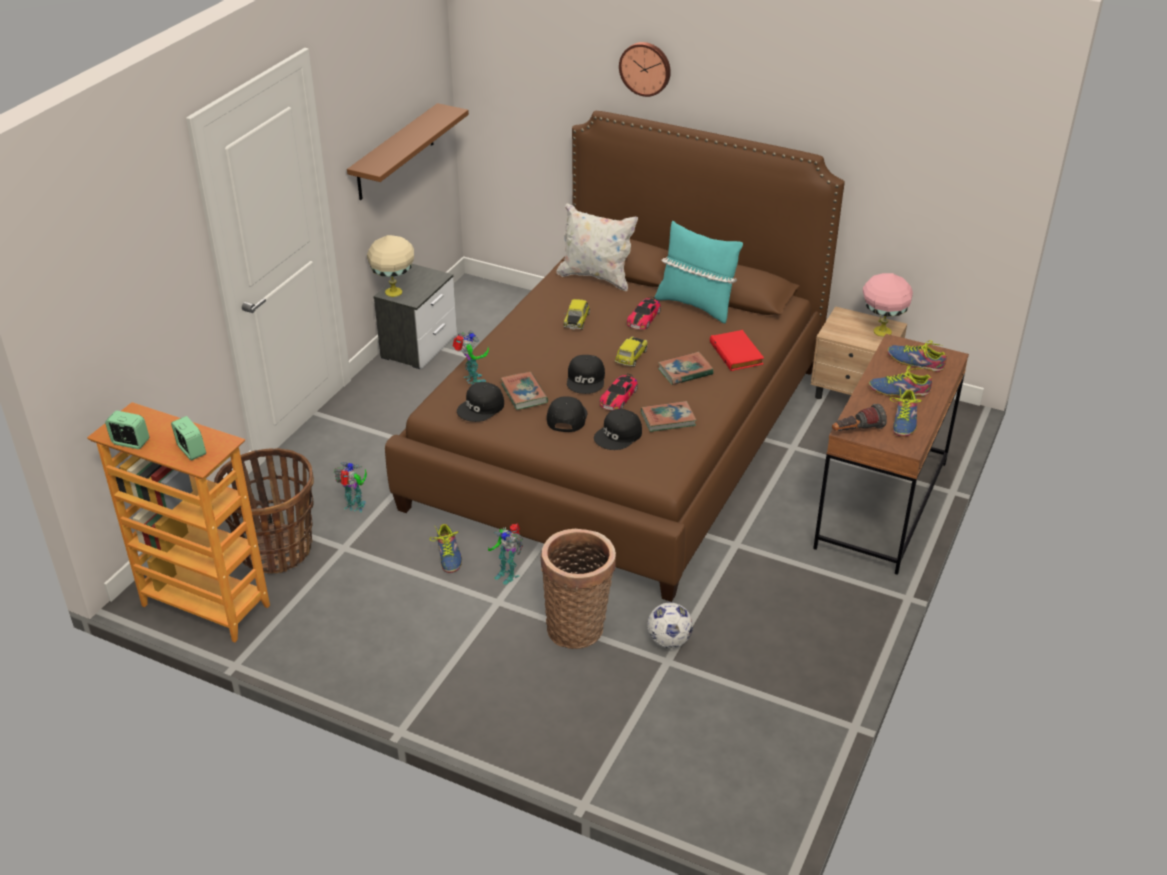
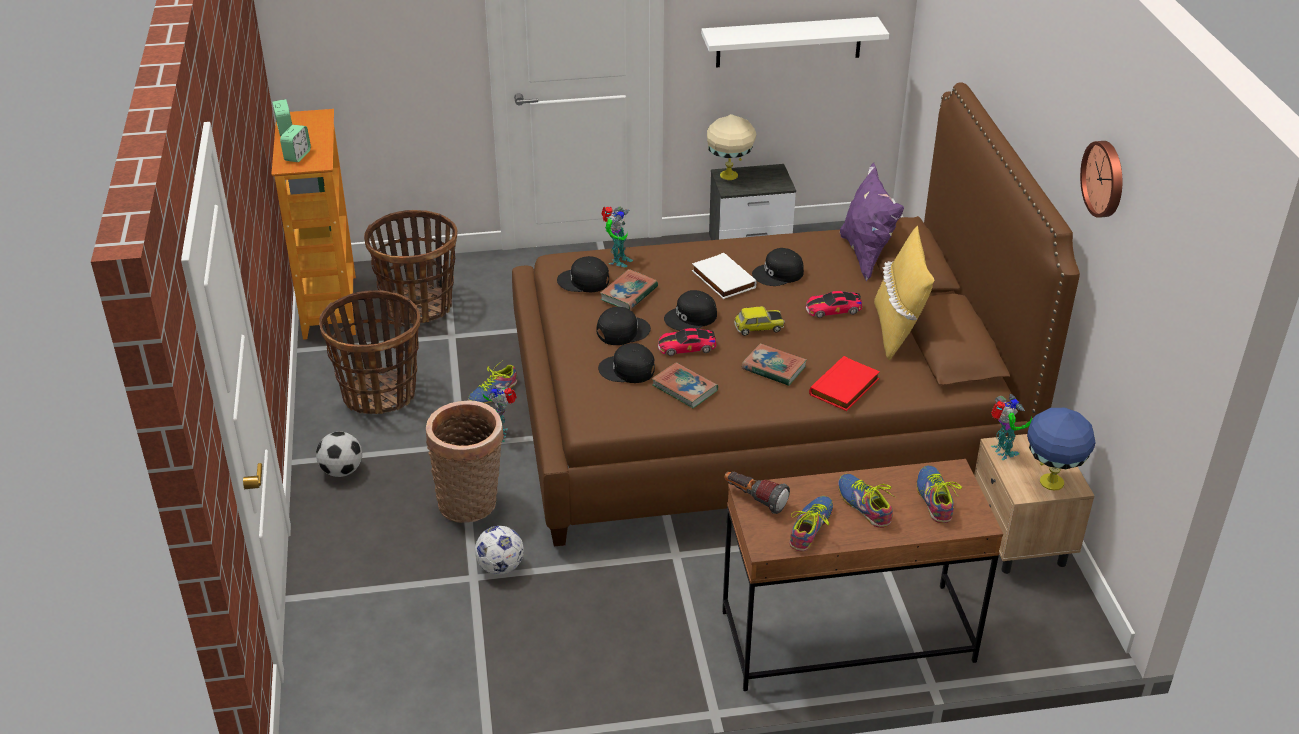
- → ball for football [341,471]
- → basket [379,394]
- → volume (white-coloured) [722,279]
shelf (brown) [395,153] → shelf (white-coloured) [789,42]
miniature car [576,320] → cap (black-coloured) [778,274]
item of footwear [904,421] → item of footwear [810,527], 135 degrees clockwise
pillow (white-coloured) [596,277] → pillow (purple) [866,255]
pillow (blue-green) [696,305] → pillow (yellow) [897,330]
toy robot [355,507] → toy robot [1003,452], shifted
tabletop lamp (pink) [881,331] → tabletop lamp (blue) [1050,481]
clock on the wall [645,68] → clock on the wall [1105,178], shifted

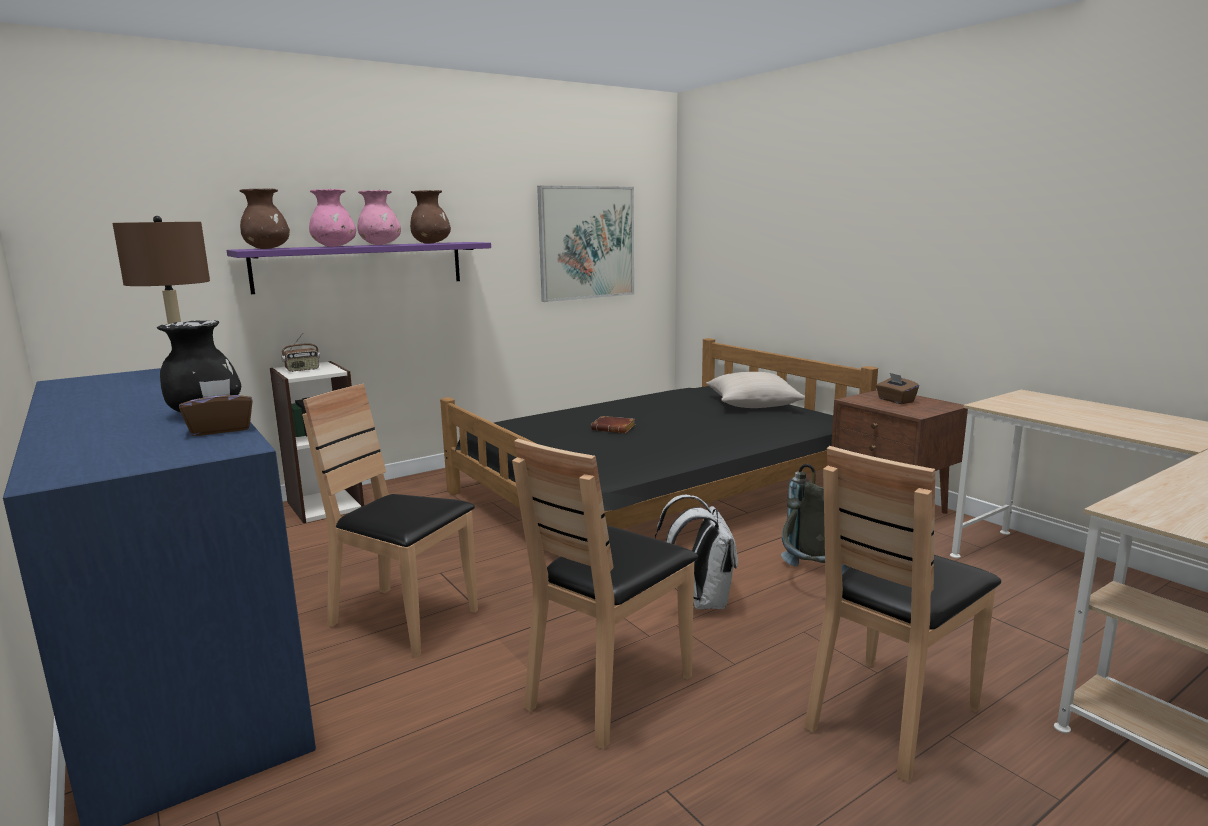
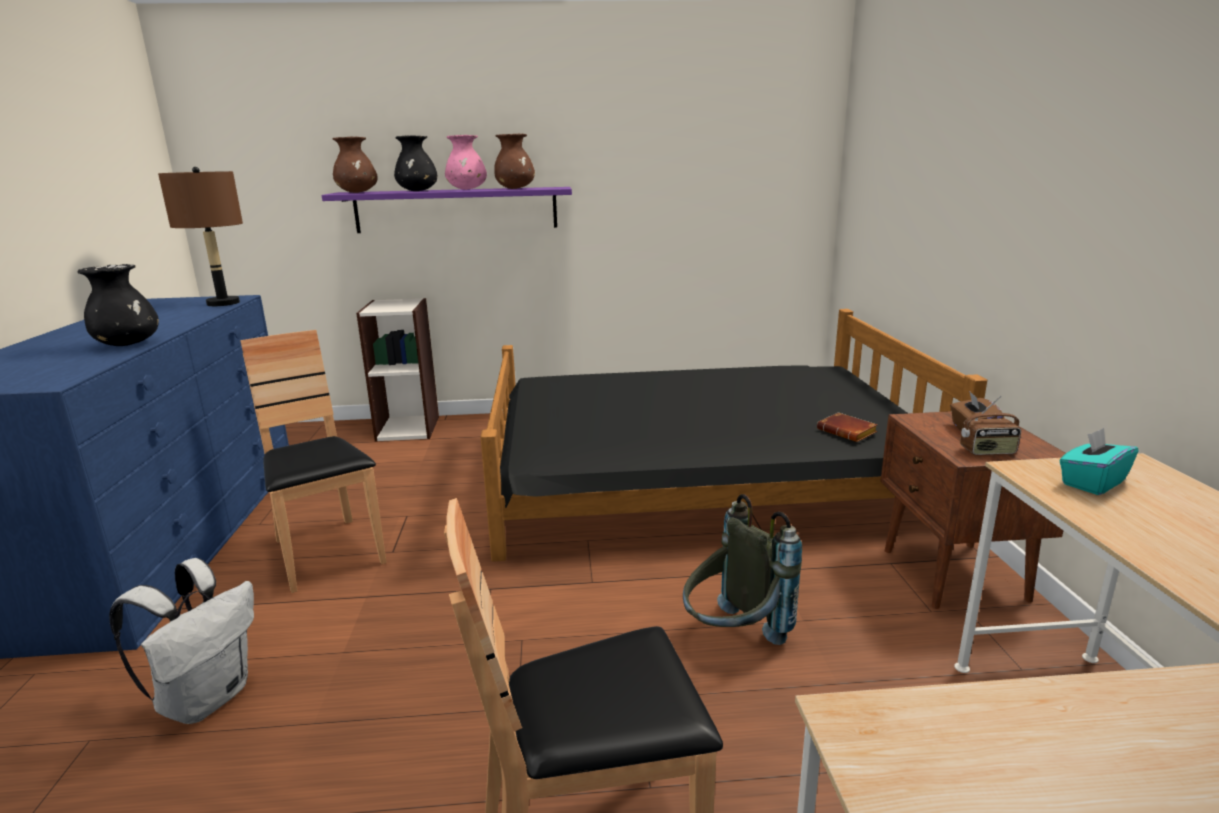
knapsack (white-coloured) [701,601] → knapsack (white-coloured) [206,698], shifted
flower vase (pink) [334,246] → flower vase (black-coloured) [417,191]
volume (brown) [614,428] → volume (brown) [848,432], shifted
radio receiver [302,370] → radio receiver [988,452], shifted
- → tissue holder (blue-green) [1092,482]
tissue holder (brown) [221,429] → -
chair (brown) [609,689] → -
picture [587,243] → -
pillow (beige) [752,404] → -

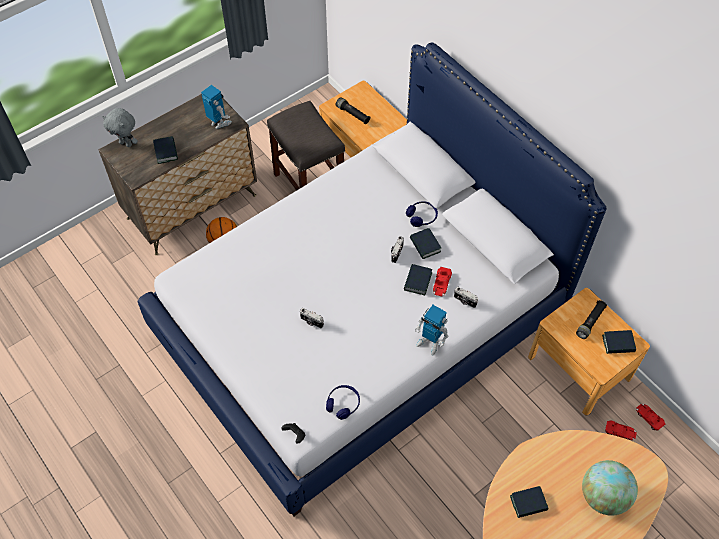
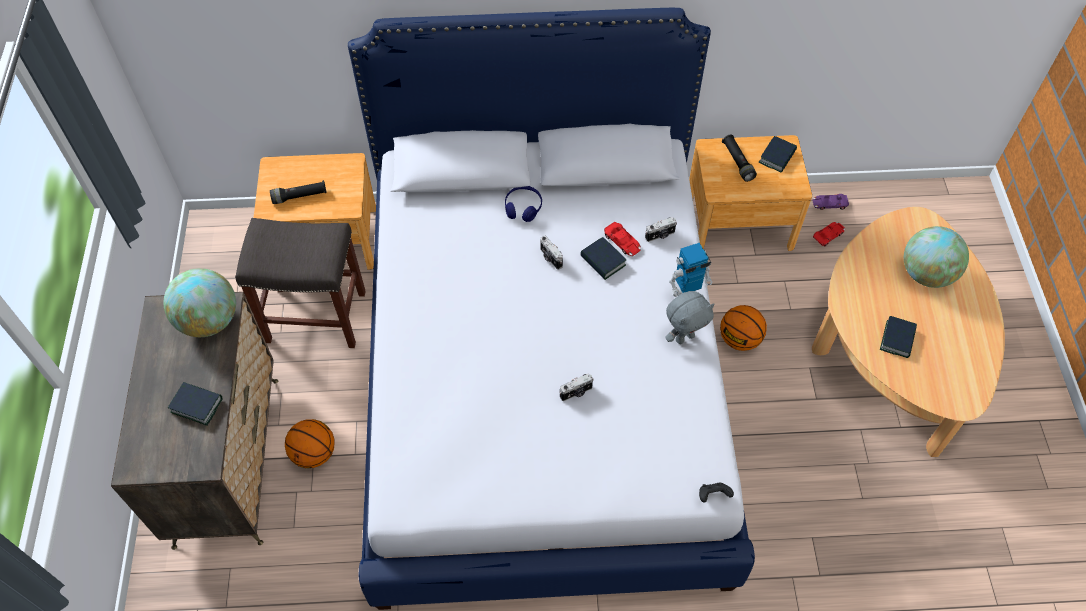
toy robot [219,123] → globe [209,321]
plush toy (gray) [126,143] → plush toy (gray) [684,337], shifted
- → ball for basketball [739,339]
miniature car (red) [649,417] → miniature car (purple) [829,204]
headset (blue) [343,404] → -
volume [425,245] → -

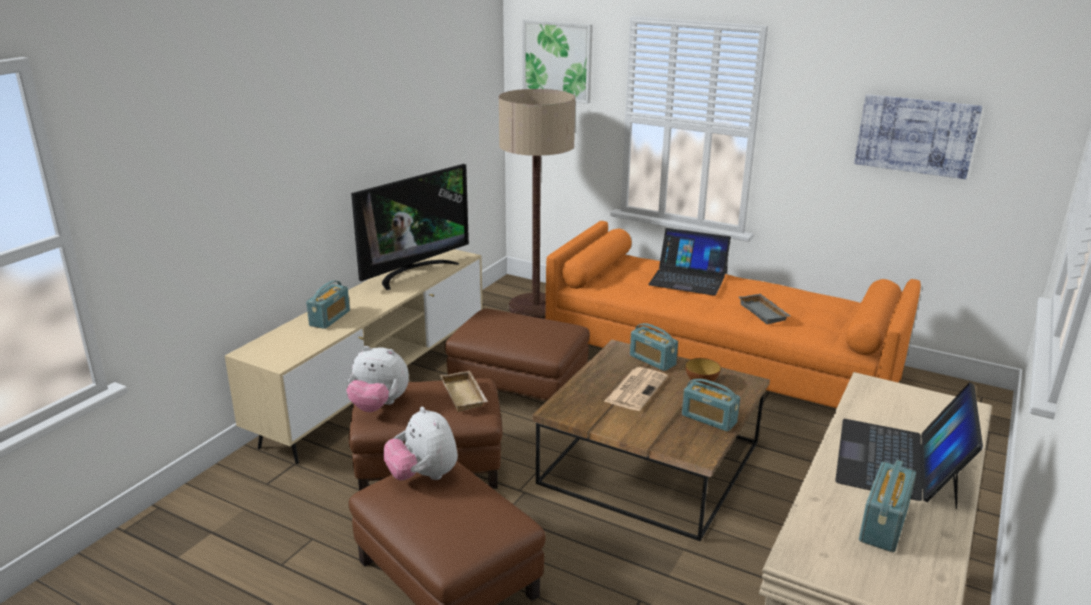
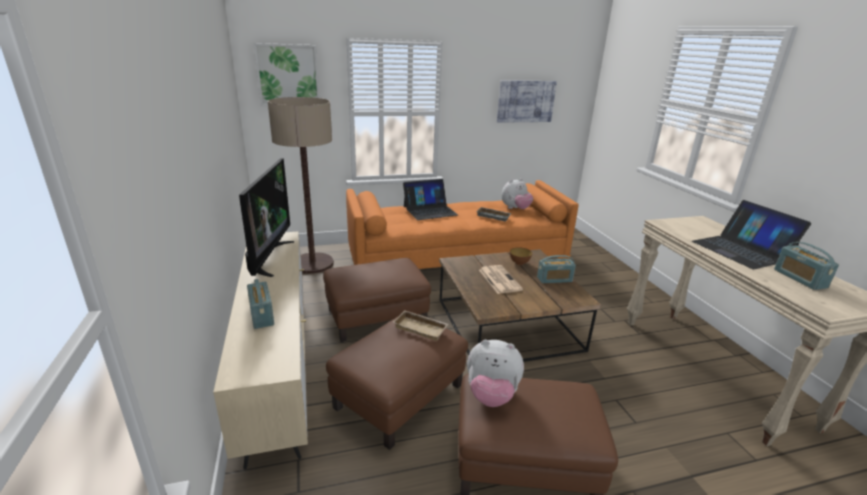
plush toy [378,406] → plush toy [515,209], shifted
radio receiver [652,360] → -

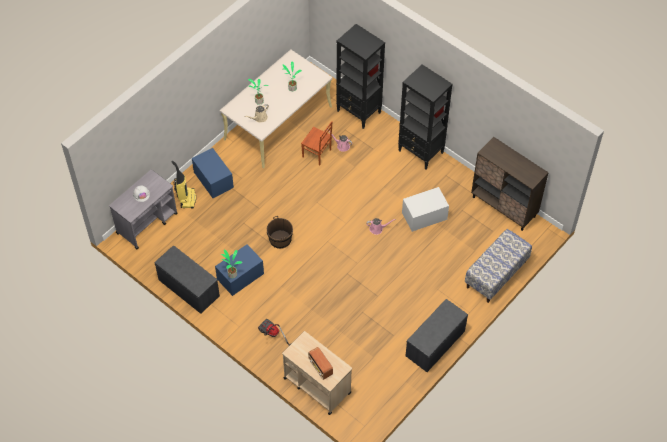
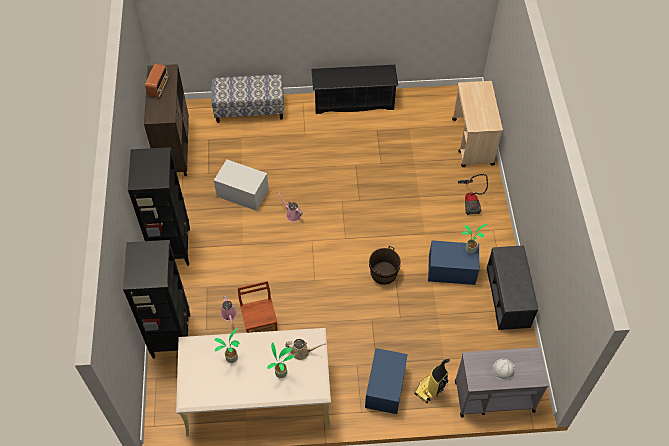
radio receiver [320,367] → radio receiver [158,87], shifted
indoor bench (gray) [435,344] → shoe rack (black-coloured) [354,102]

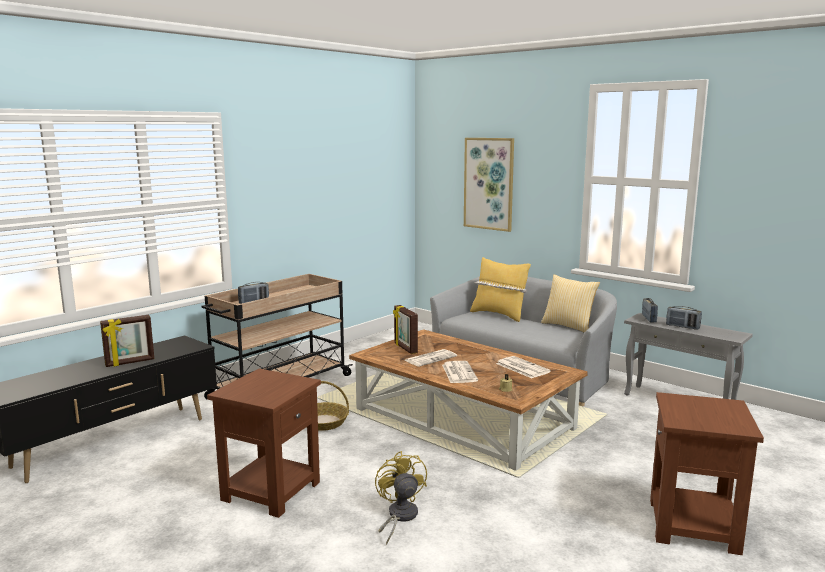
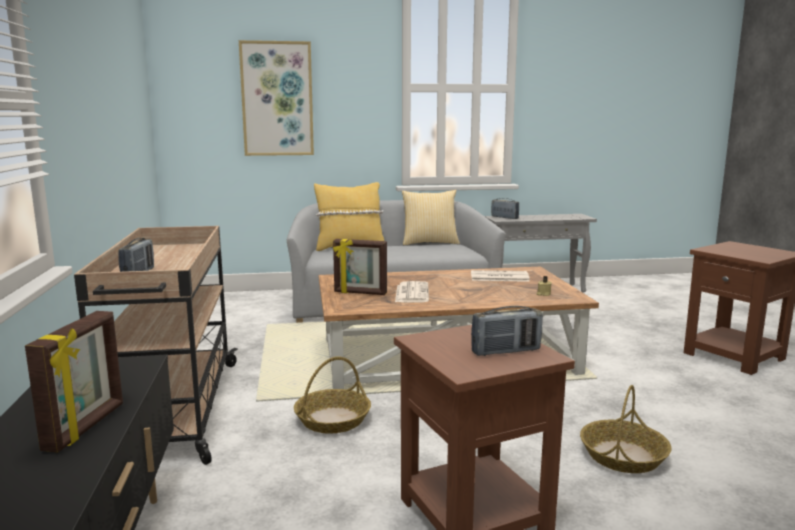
radio receiver [682,327] → radio receiver [506,351], shifted
fan (yellow) [399,517] → basket [623,456]
newspaper [458,372] → -

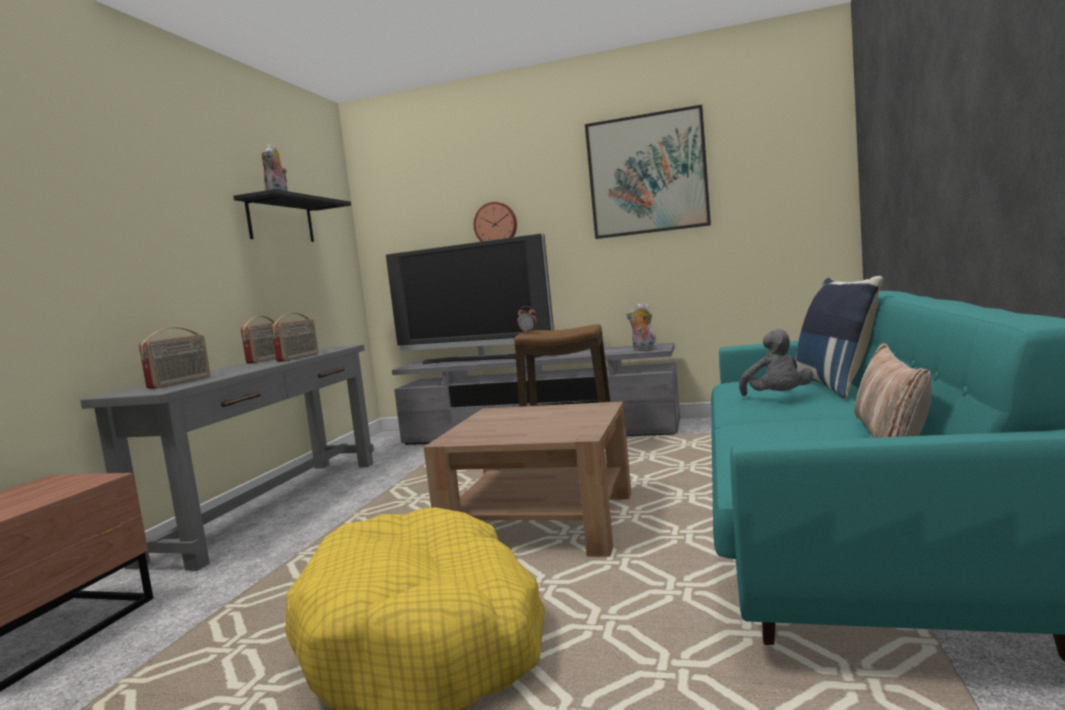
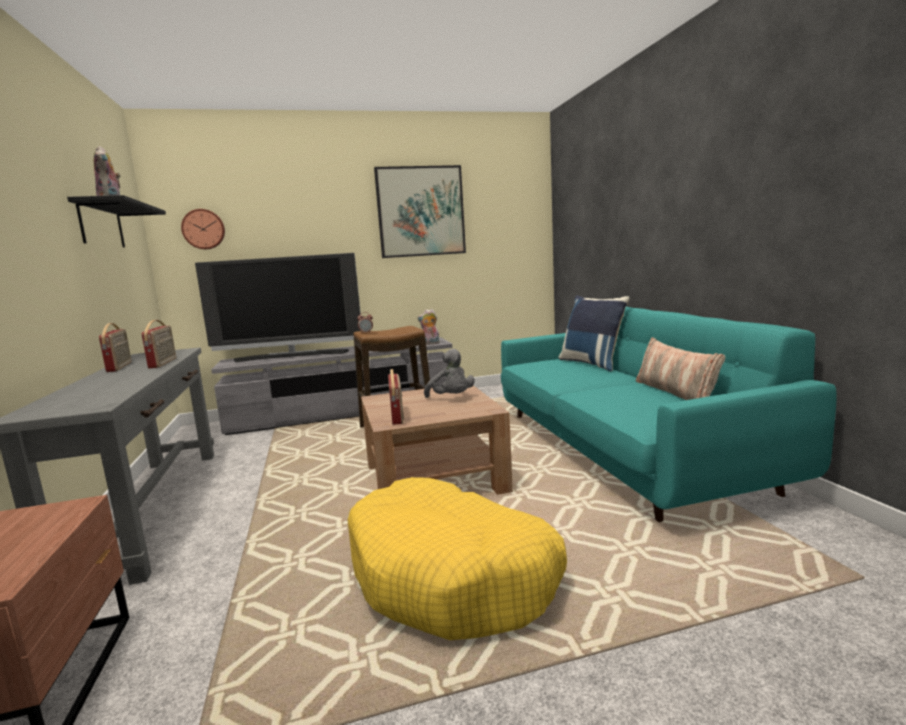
clock on the wall [496,224] → clock on the wall [203,229], shifted
radio receiver [180,382] → radio receiver [397,416], shifted
plush toy (gray) [777,398] → plush toy (gray) [452,398], shifted

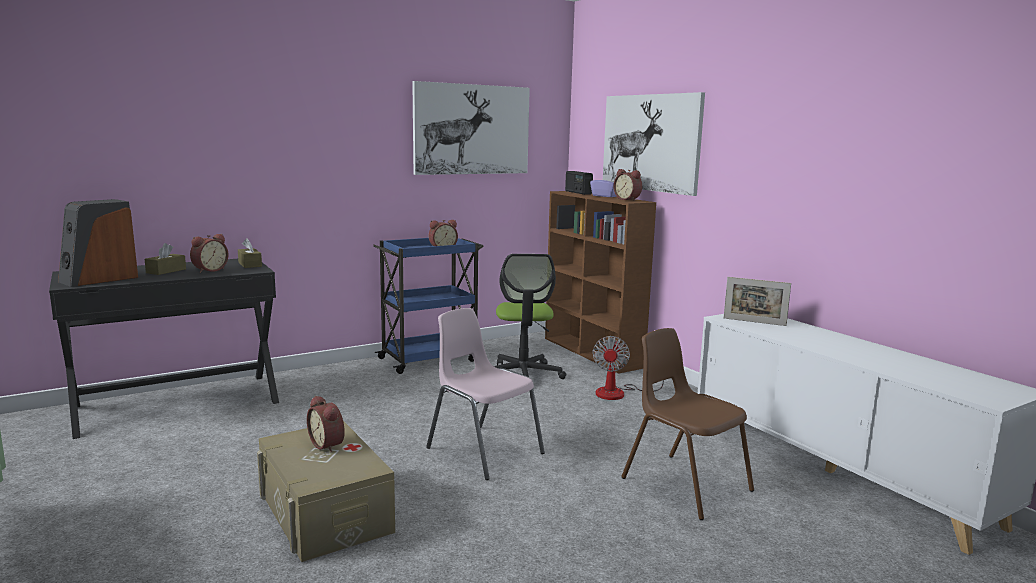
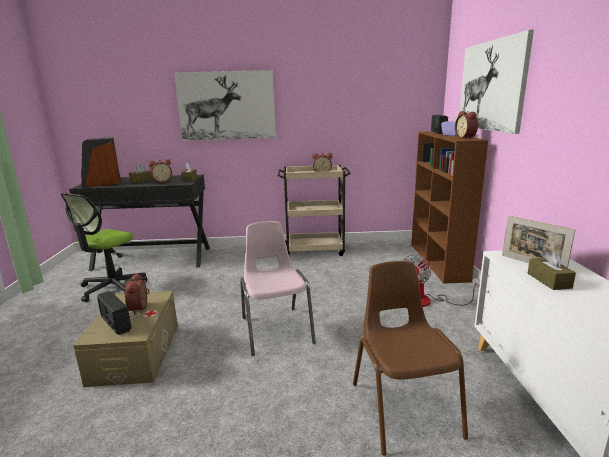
office chair [523,375] → office chair [112,288], shifted
- → radio receiver [115,323]
picture [472,129] → picture [226,106], shifted
trolley (blue) [429,359] → trolley (beige) [315,250]
- → tissue holder (brown) [549,280]

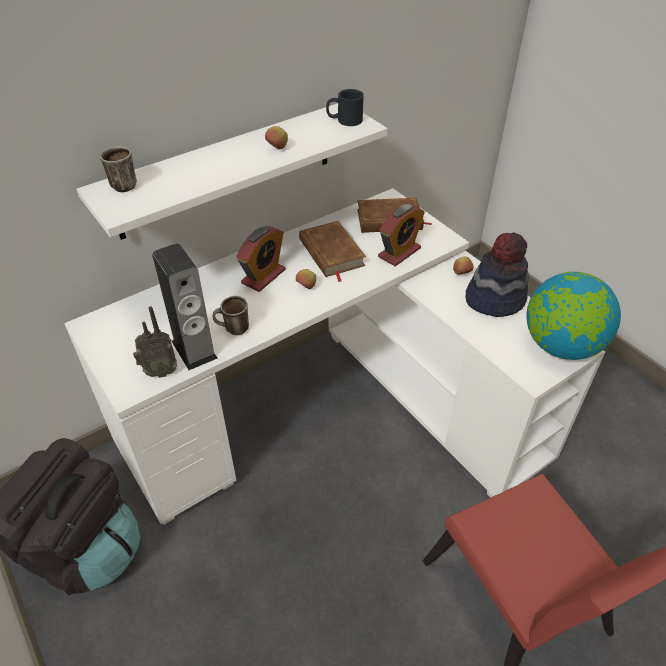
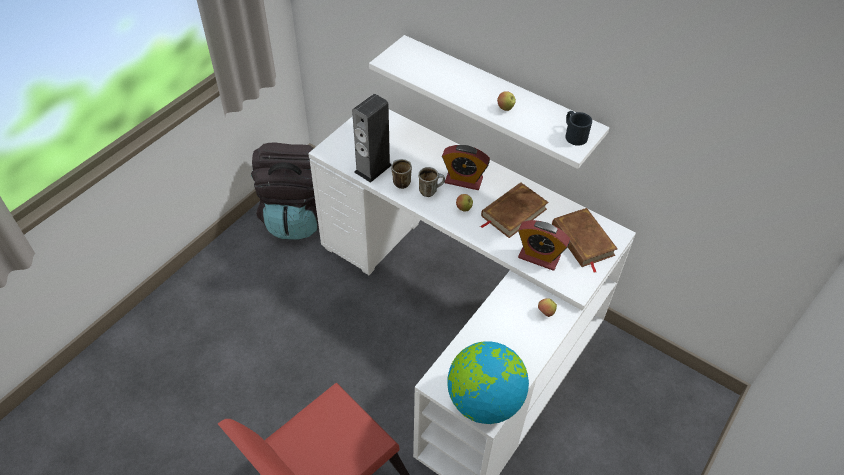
mug [124,184] → mug [430,190], shifted
radio receiver [160,371] → -
wearable hat [494,299] → -

